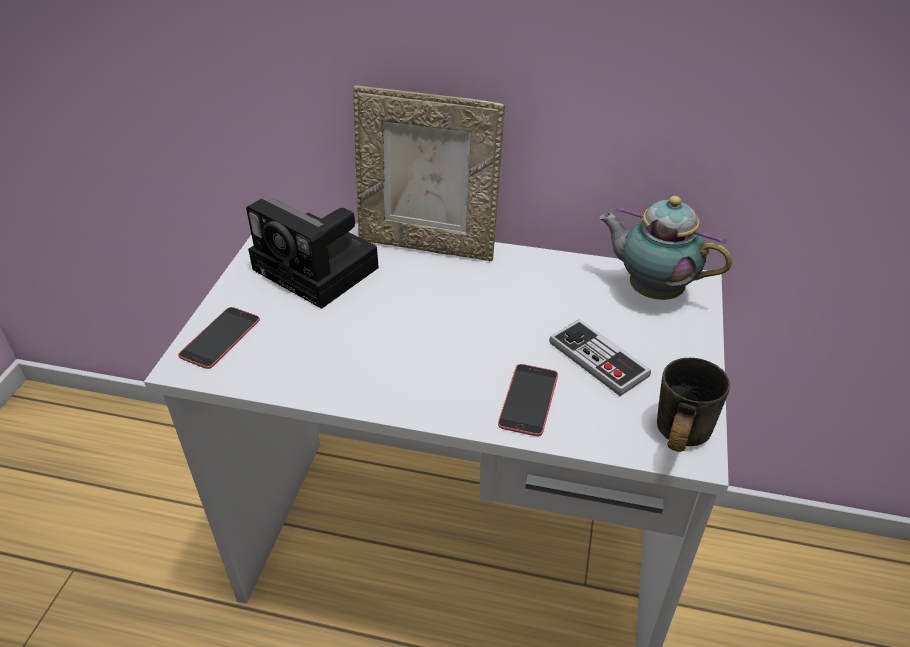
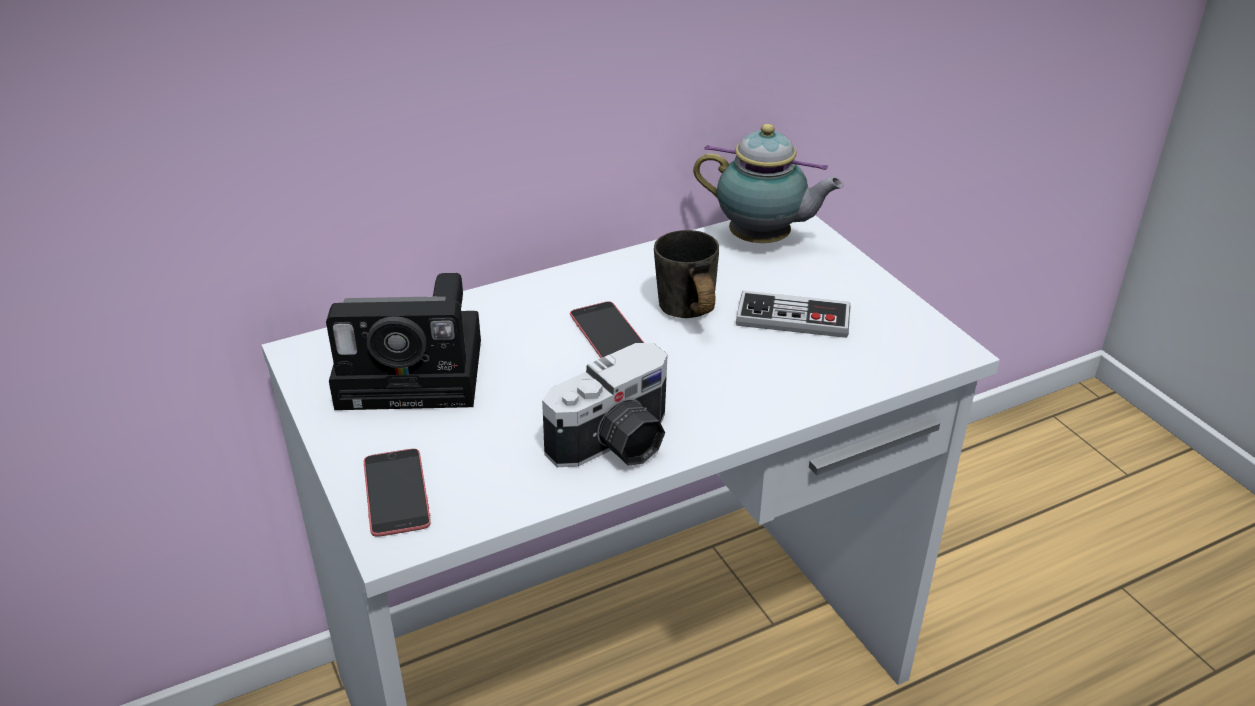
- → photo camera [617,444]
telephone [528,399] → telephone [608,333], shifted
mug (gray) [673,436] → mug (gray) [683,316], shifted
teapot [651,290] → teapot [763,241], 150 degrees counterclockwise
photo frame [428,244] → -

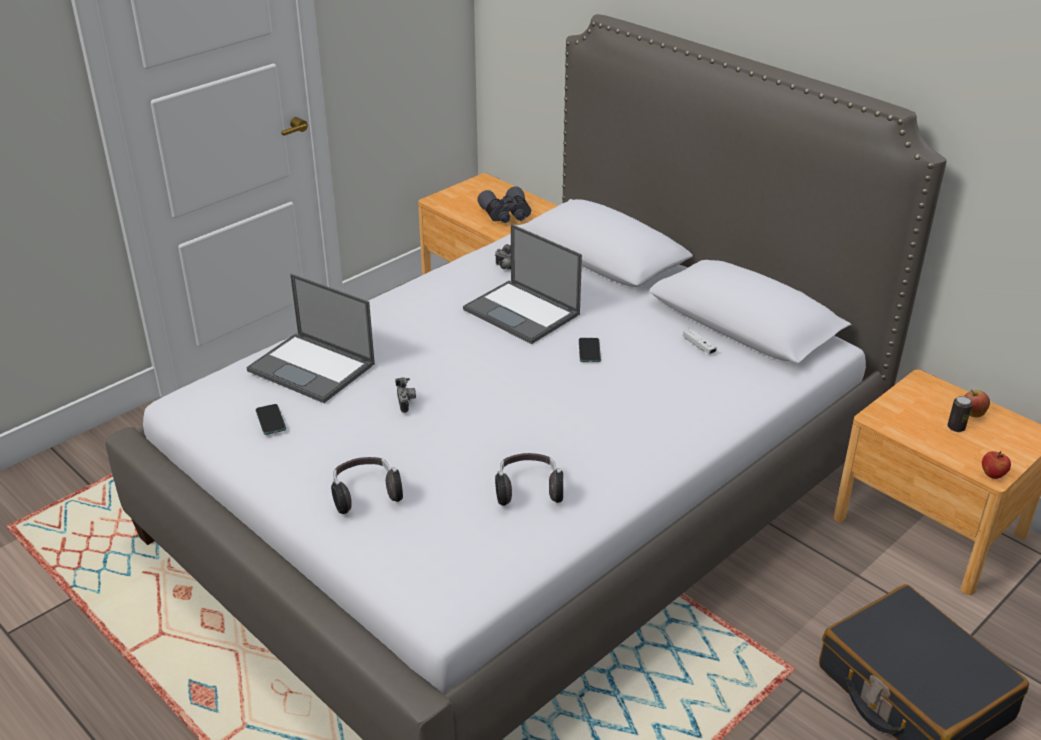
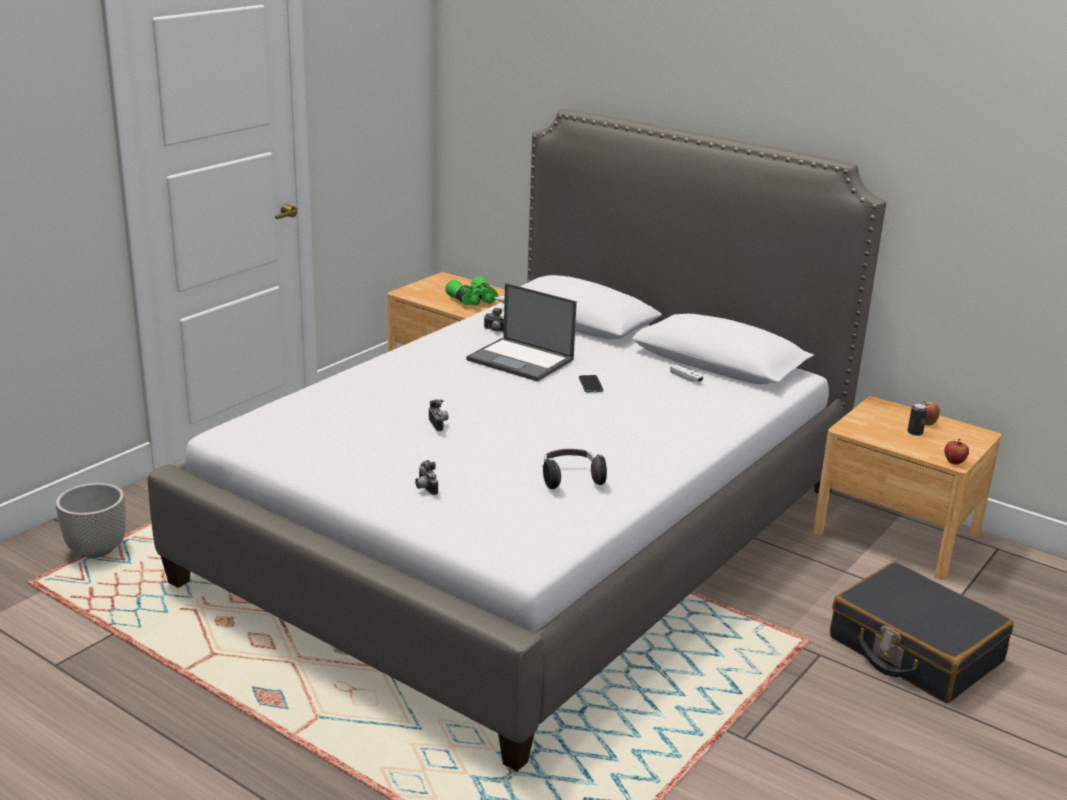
- → flower pot (gray) [97,550]
headset [365,494] → photo camera [425,488]
binoculars (gray) [506,215] → binoculars (greenish) [474,301]
laptop [313,368] → -
telephone [270,420] → -

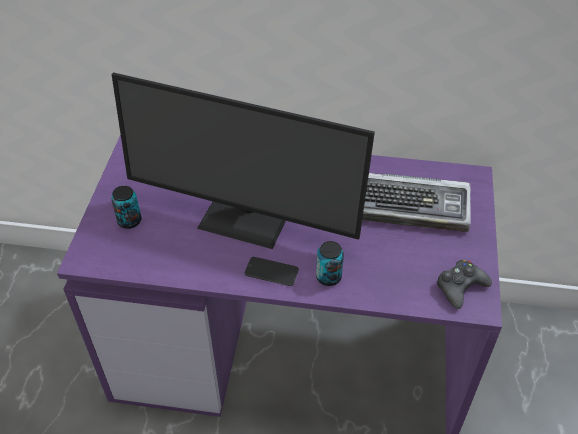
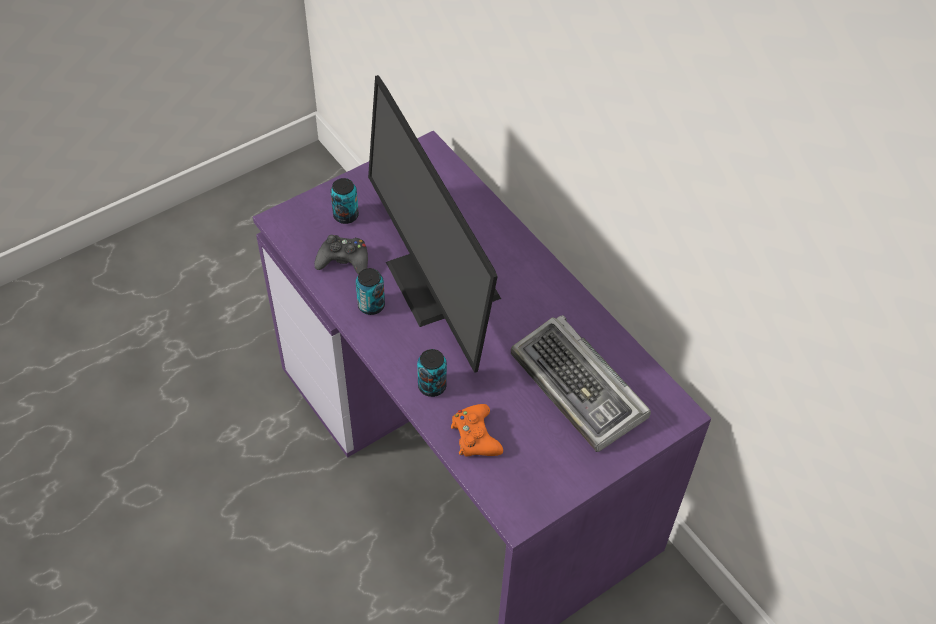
game controller (black-coloured) [460,287] → game controller (black-coloured) [343,260], shifted
- → sealed can [371,305]
- → game controller (orange) [475,436]
telephone [271,272] → -

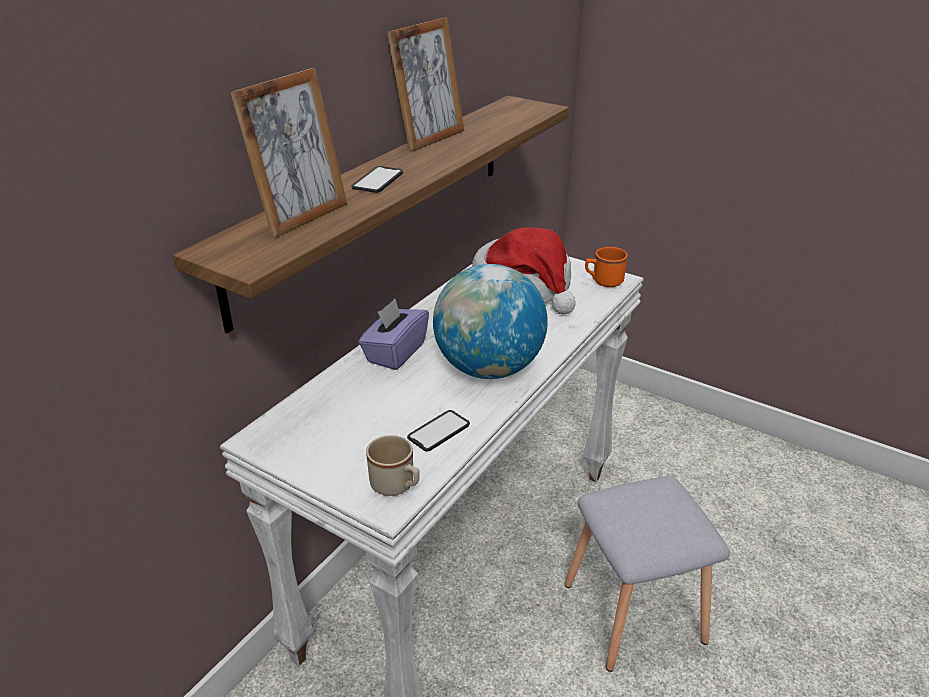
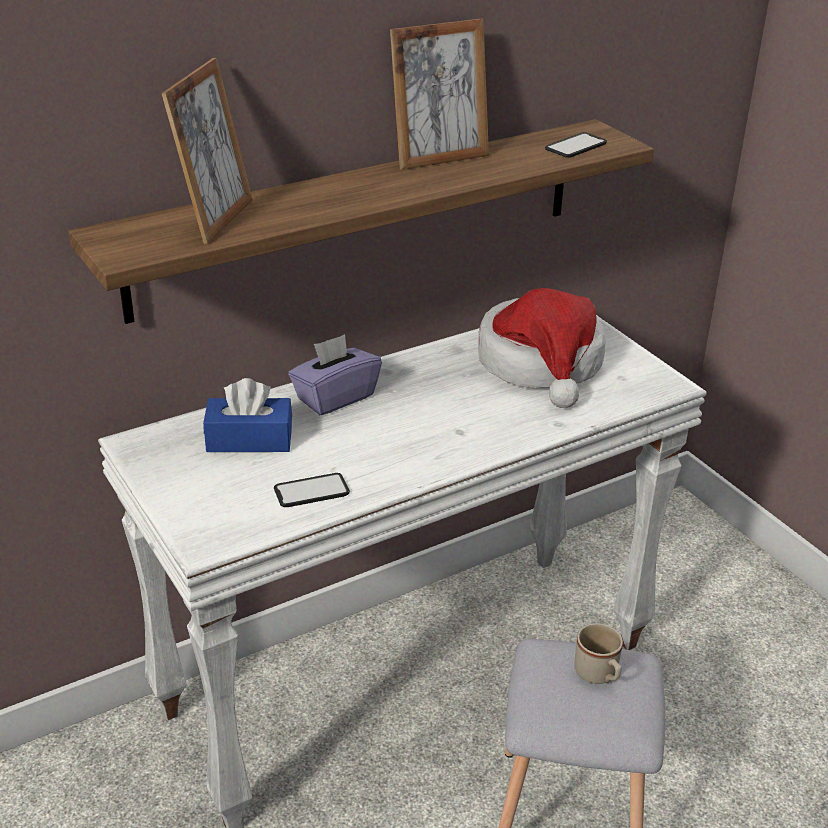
photo frame [301,217] → photo frame [215,219], 45 degrees counterclockwise
- → tissue holder (blue) [249,439]
telephone [377,180] → telephone [575,146], shifted
mug (beige) [397,486] → mug (beige) [599,675], shifted
globe [488,368] → -
mug (orange) [603,281] → -

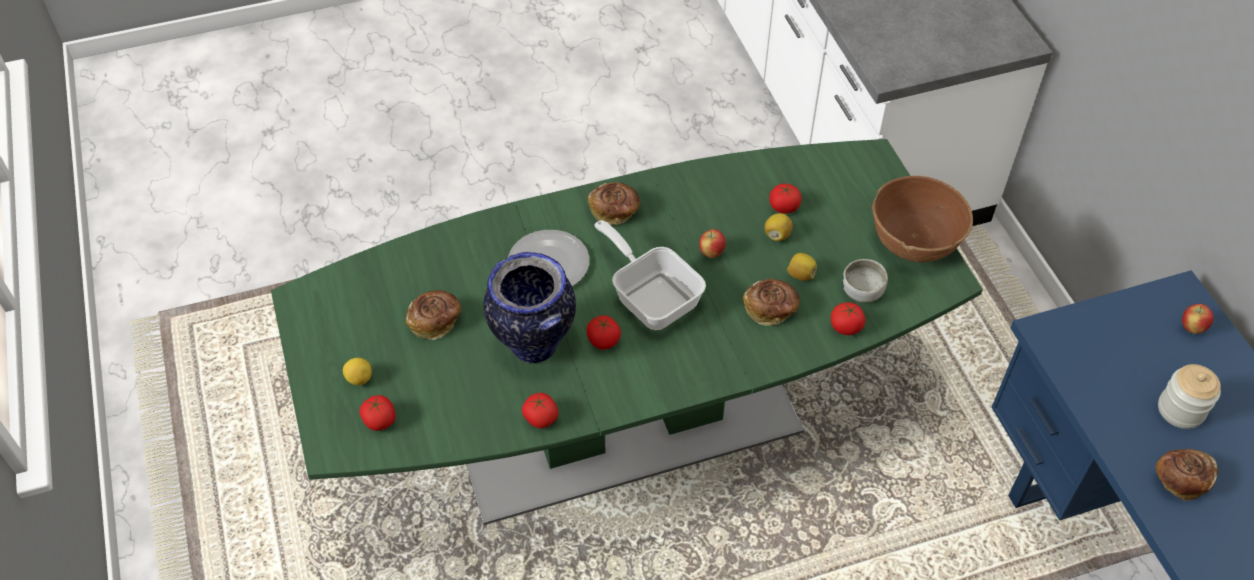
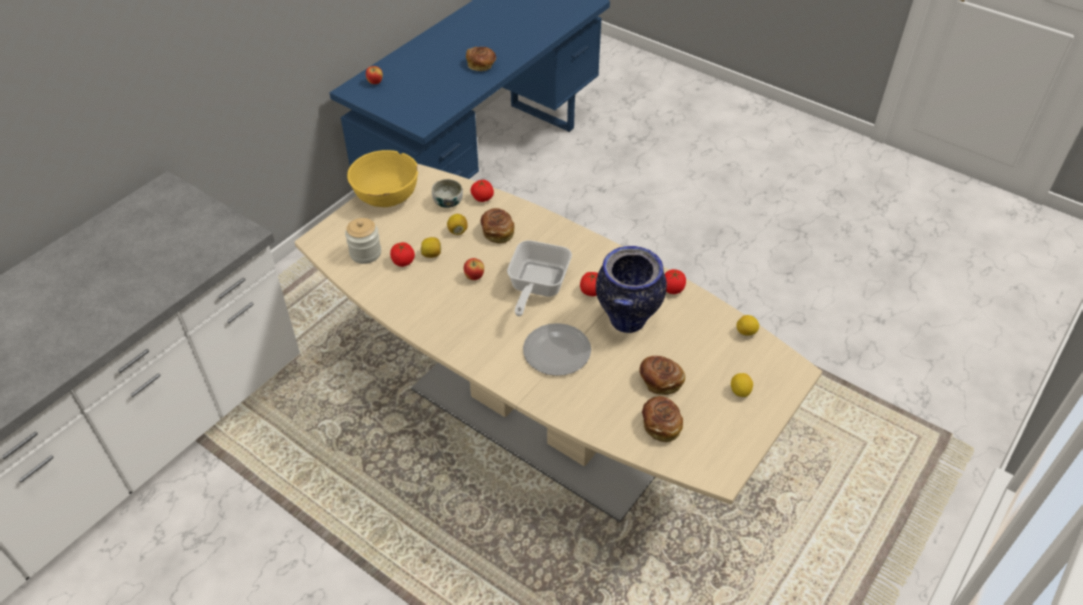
kitchen table (greenish) [628,423] → kitchen table (beige) [540,417]
jar [1180,410] → jar [365,253], shifted
bowl (brown) [914,241] → bowl (yellow) [386,196]
baked bread [615,211] → baked bread [661,425], shifted
- → lemon [746,332]
tomato [380,421] → -

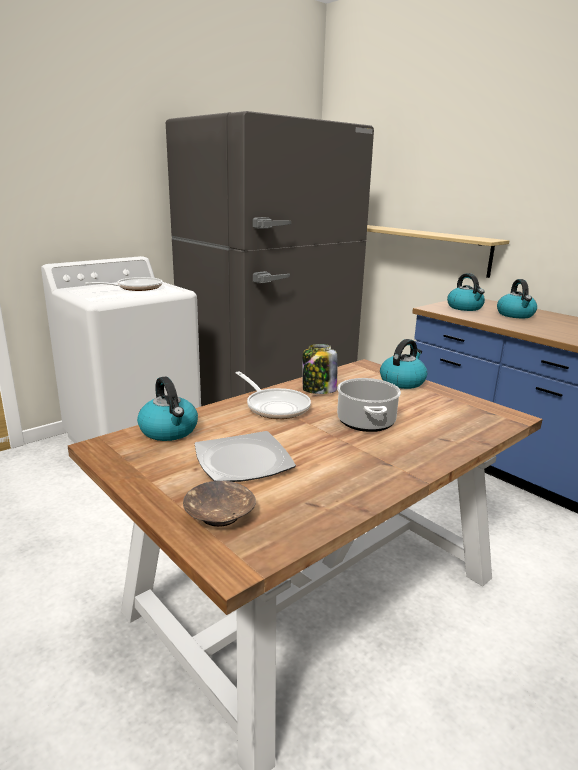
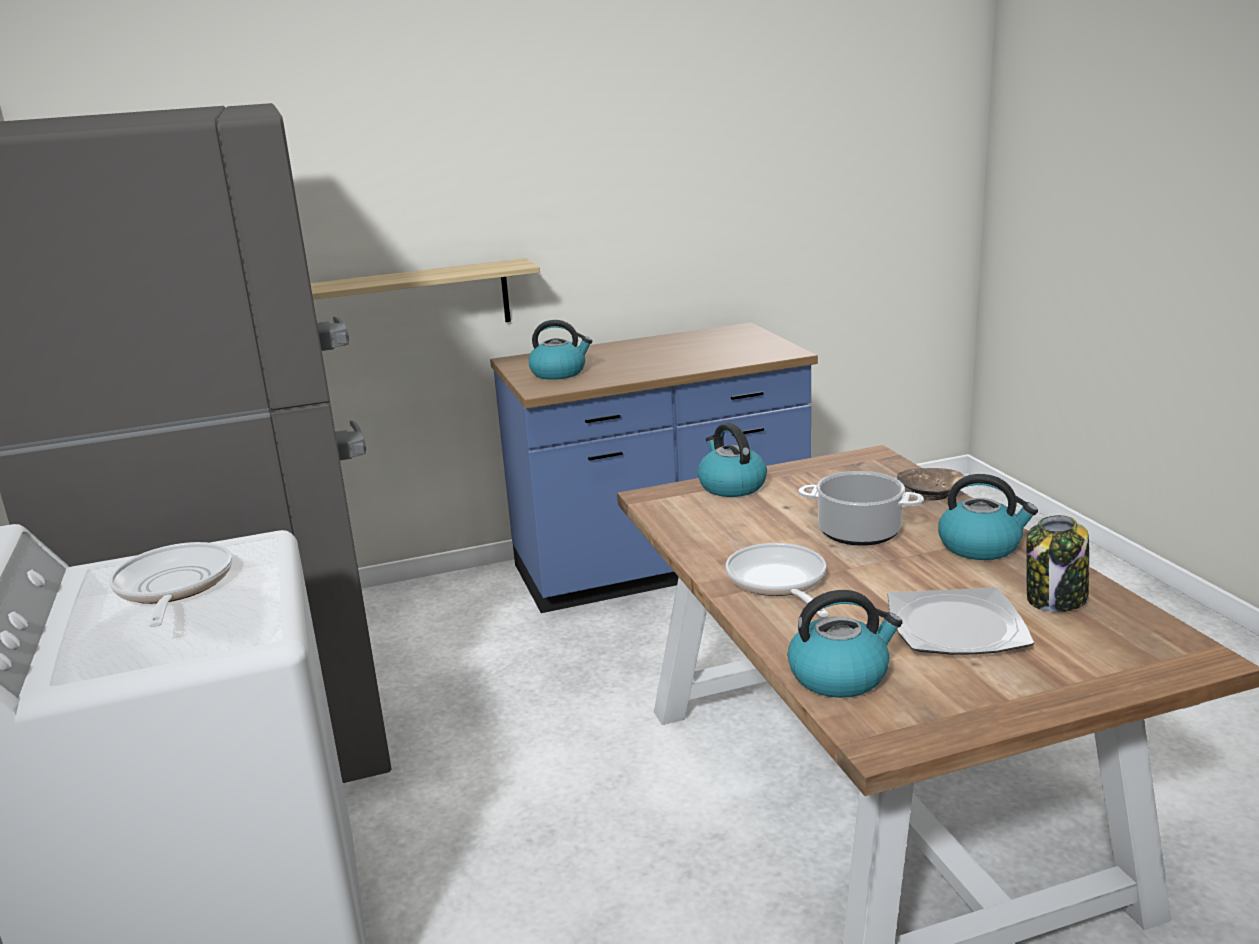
frying pan [275,406] → frying pan [778,583], 90 degrees counterclockwise
bowl (brown) [219,515] → bowl (brown) [931,493], shifted
water kettle [515,315] → water kettle [981,546], shifted
jar [318,390] → jar [1055,599], shifted

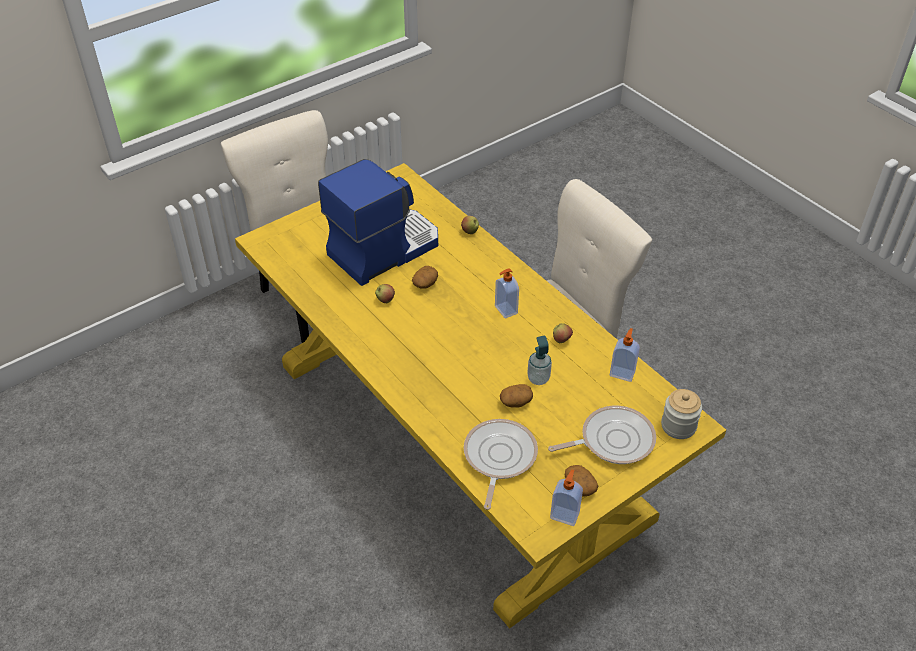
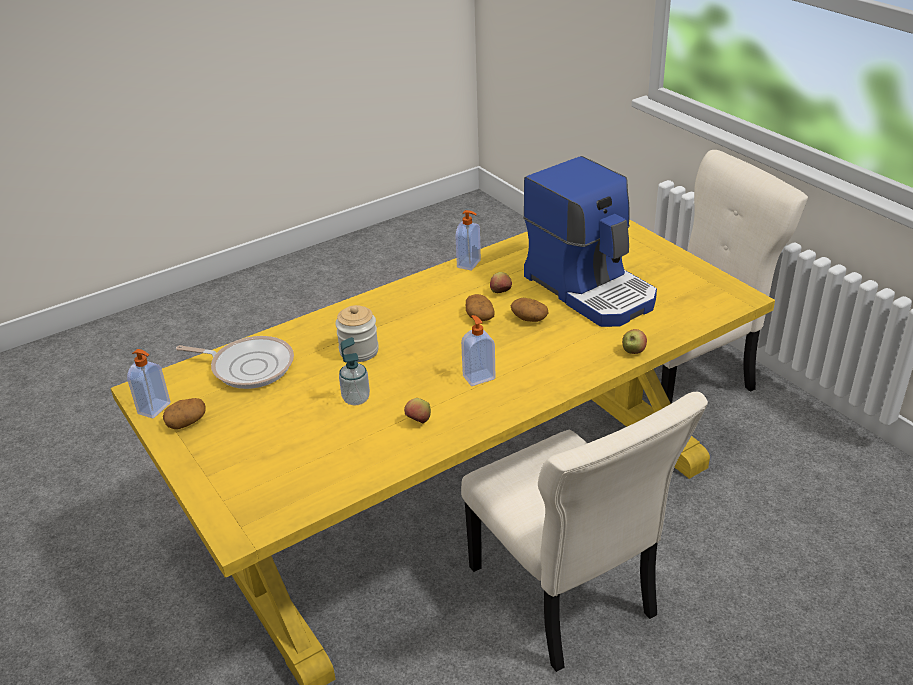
jar [678,426] → jar [359,351], shifted
soap dispenser [622,373] → soap dispenser [469,264], shifted
spud [516,402] → spud [479,316], shifted
frying pan [612,440] → -

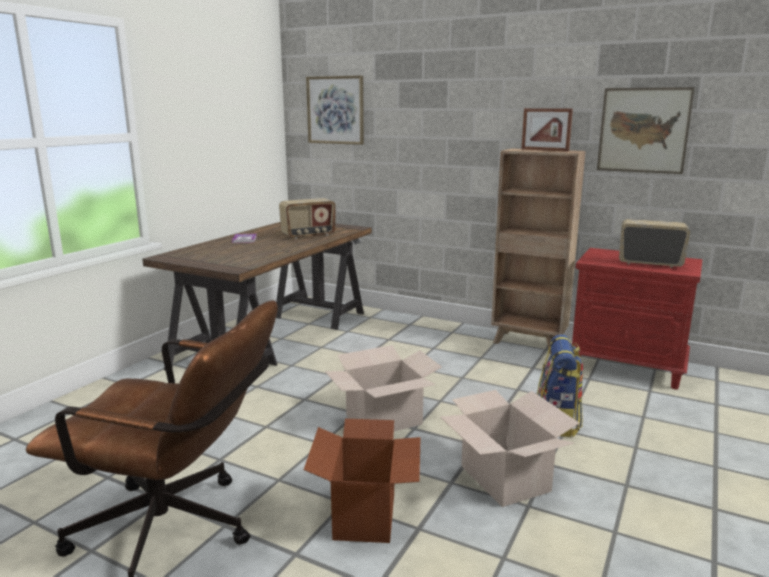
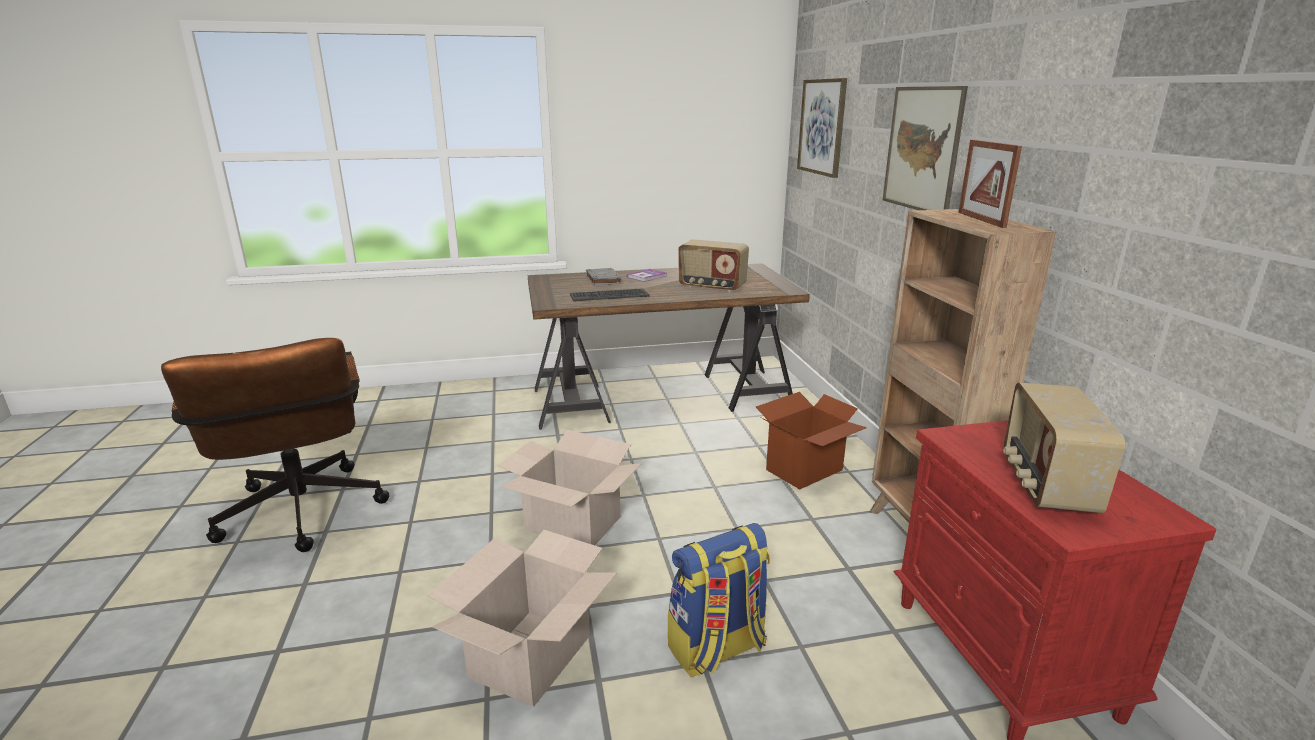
- → PC keyboard [609,295]
- → volume (gray) [603,280]
carton [366,515] → carton [805,470], shifted
picture [643,130] → picture [922,149], shifted
radio receiver [649,263] → radio receiver [1045,484], 150 degrees counterclockwise

